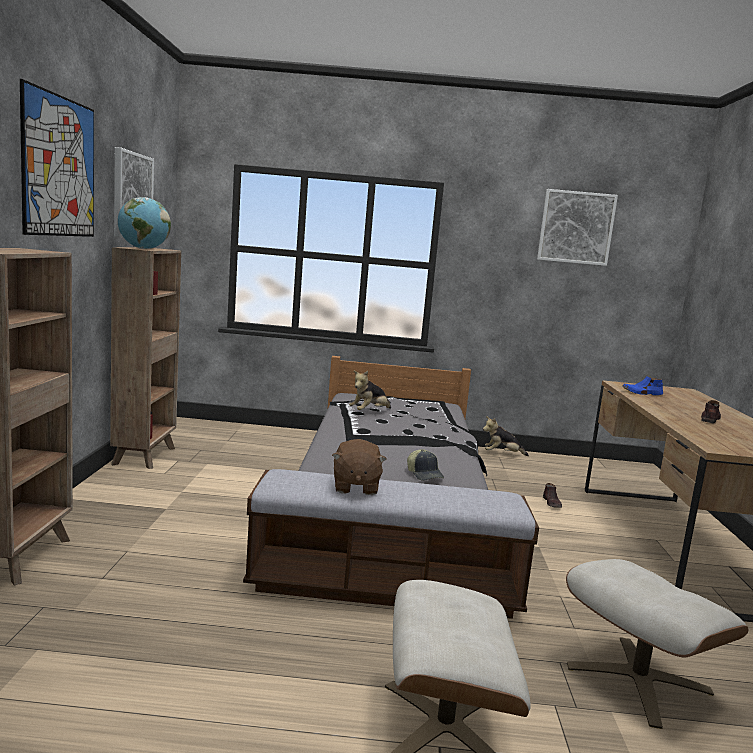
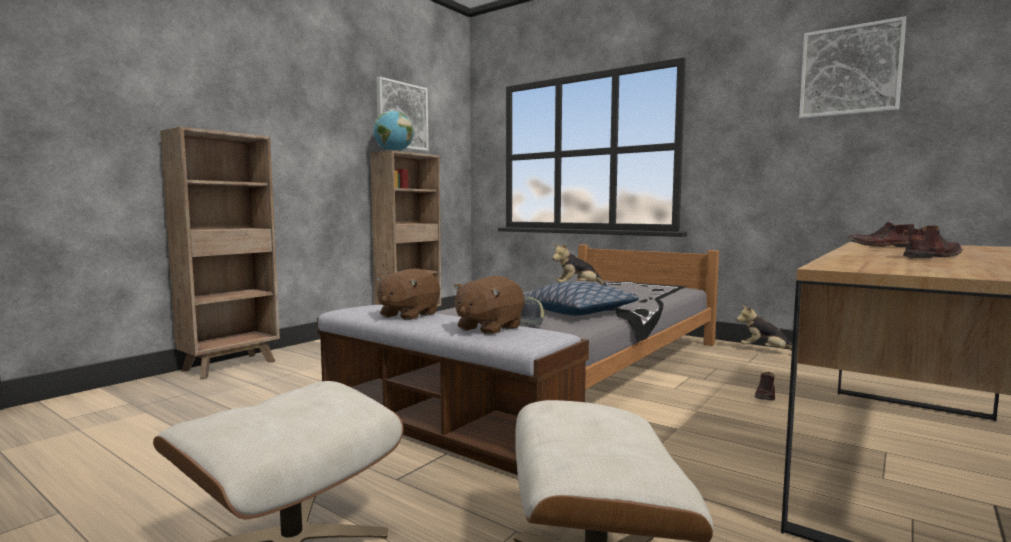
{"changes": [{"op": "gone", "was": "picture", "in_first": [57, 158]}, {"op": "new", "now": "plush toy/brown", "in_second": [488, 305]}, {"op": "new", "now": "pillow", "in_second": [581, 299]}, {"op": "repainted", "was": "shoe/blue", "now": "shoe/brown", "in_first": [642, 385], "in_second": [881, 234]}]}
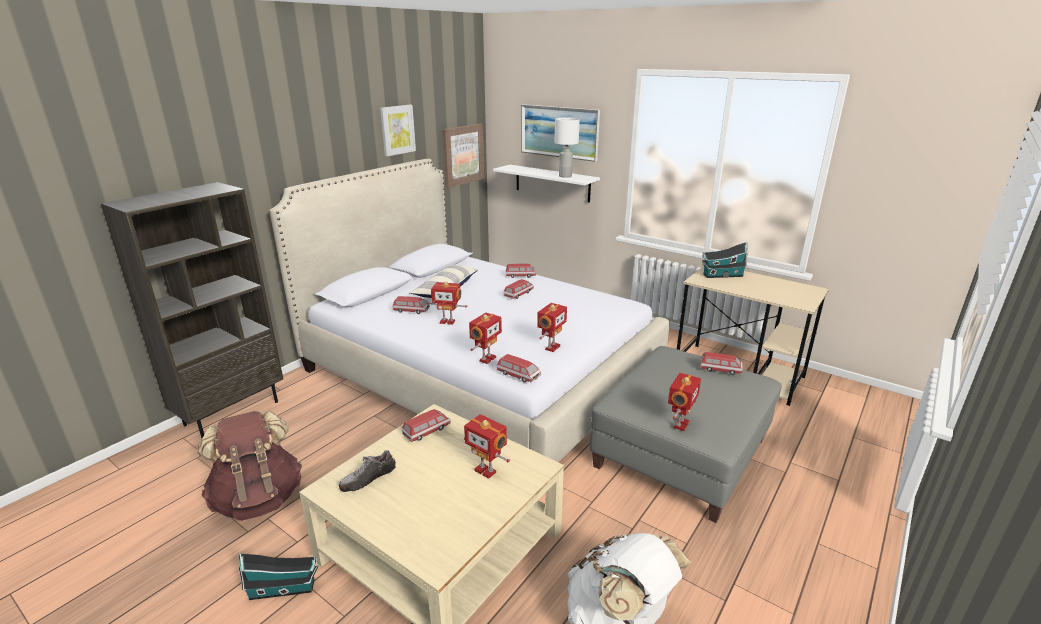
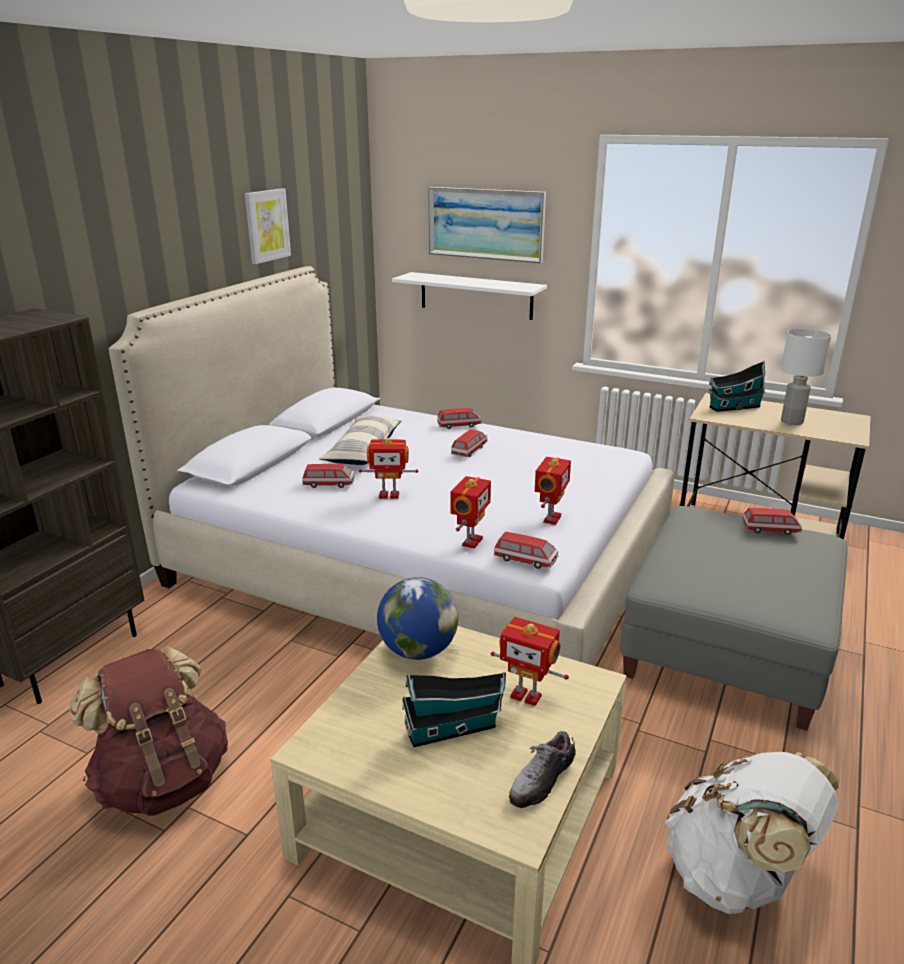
{"changes": [{"op": "gone", "was": "picture", "in_first": [463, 155]}, {"op": "gone", "was": "toy robot", "in_first": [684, 402]}, {"op": "shifted", "was": "toy house", "in_first": [278, 576], "in_second": [454, 710]}, {"op": "shifted", "was": "shoe", "in_first": [367, 471], "in_second": [542, 769]}, {"op": "shifted", "was": "table lamp/white", "in_first": [567, 148], "in_second": [806, 376]}, {"op": "swapped", "was": "toy car", "now": "globe", "in_first": [426, 426], "in_second": [417, 618]}]}
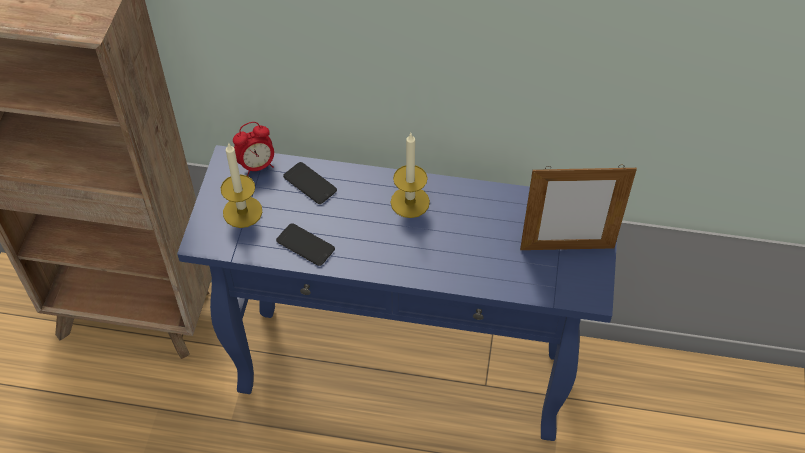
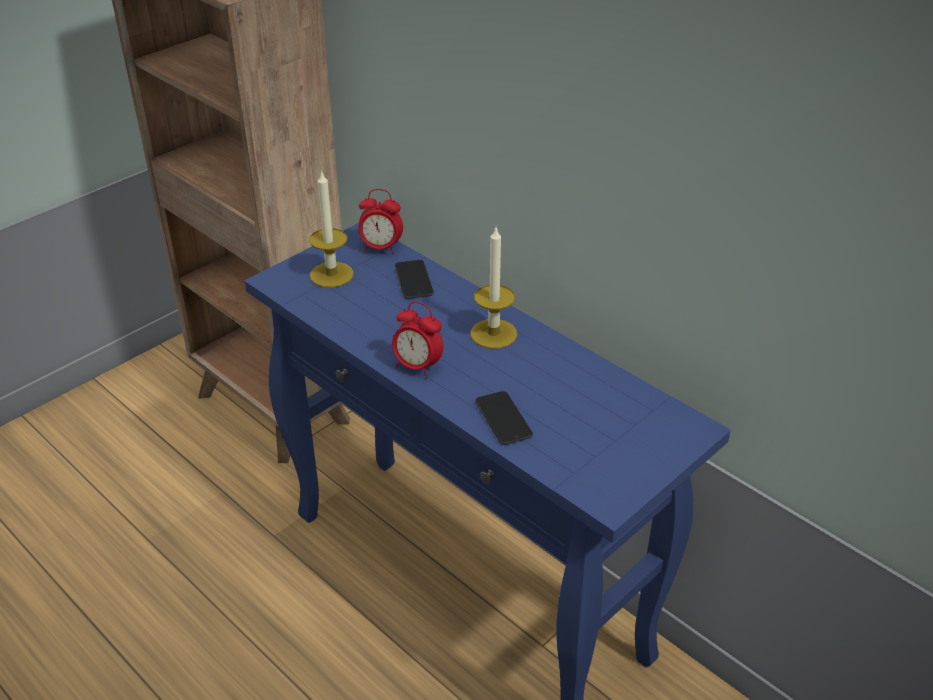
{"changes": [{"op": "gone", "was": "picture frame", "in_first": [578, 207]}, {"op": "new", "now": "alarm clock", "in_second": [417, 340]}, {"op": "shifted", "was": "phone", "in_first": [305, 244], "in_second": [504, 418]}]}
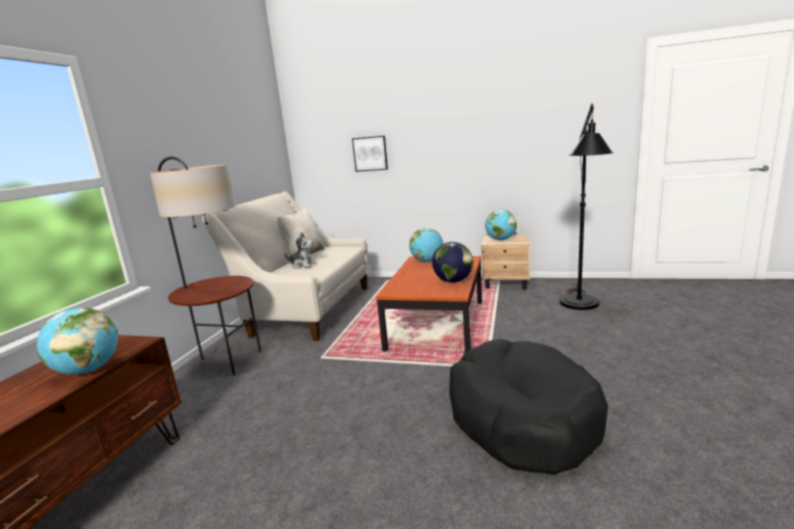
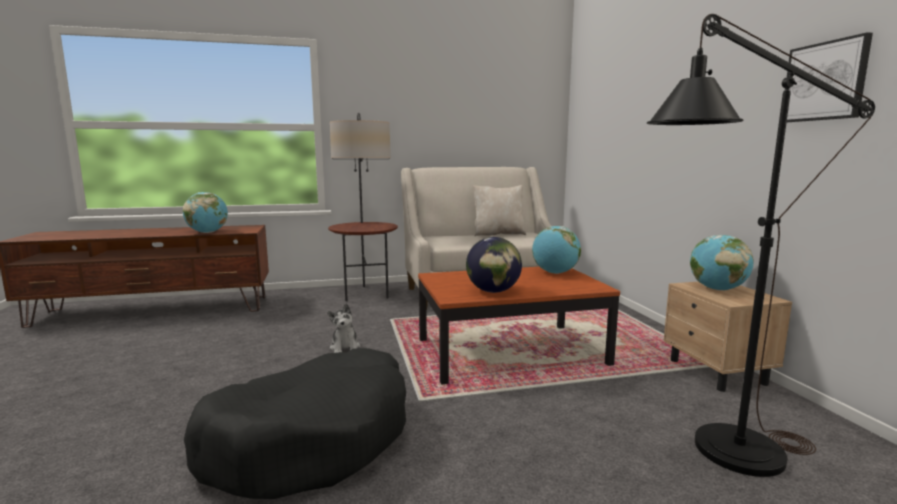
{"changes": [{"op": "shifted", "was": "plush toy", "in_first": [300, 250], "in_second": [344, 328]}, {"op": "shifted", "was": "picture", "in_first": [370, 154], "in_second": [830, 77]}]}
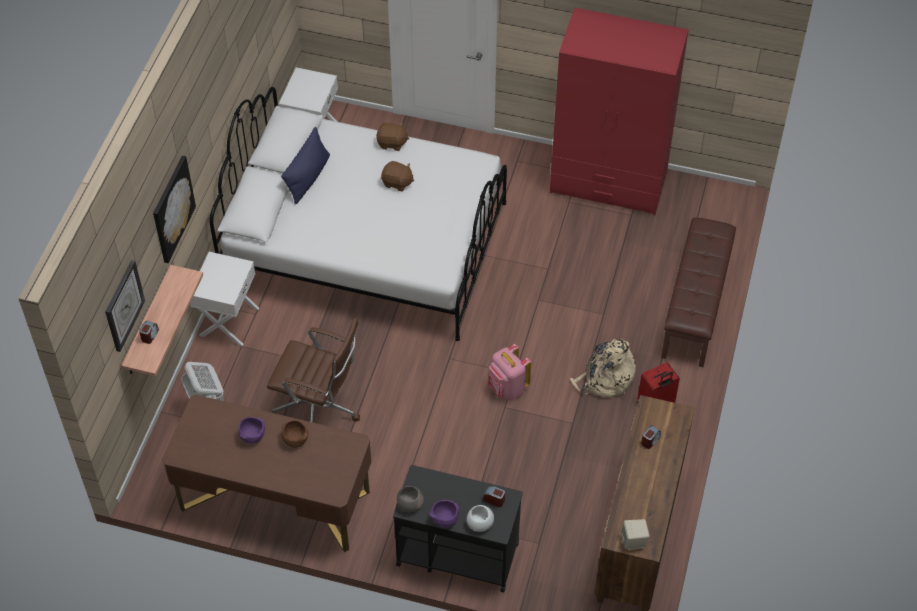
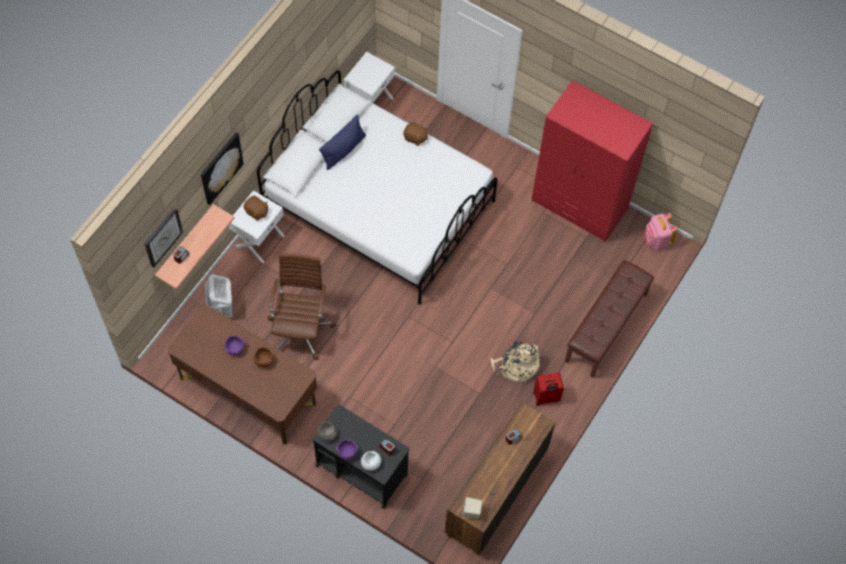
{"changes": [{"op": "shifted", "was": "plush toy/brown", "in_first": [397, 176], "in_second": [255, 208]}, {"op": "shifted", "was": "backpack/pink", "in_first": [509, 372], "in_second": [660, 232]}, {"op": "rotated", "was": "office chair/brown", "in_first": [313, 370], "in_second": [302, 307], "clockwise": -120}]}
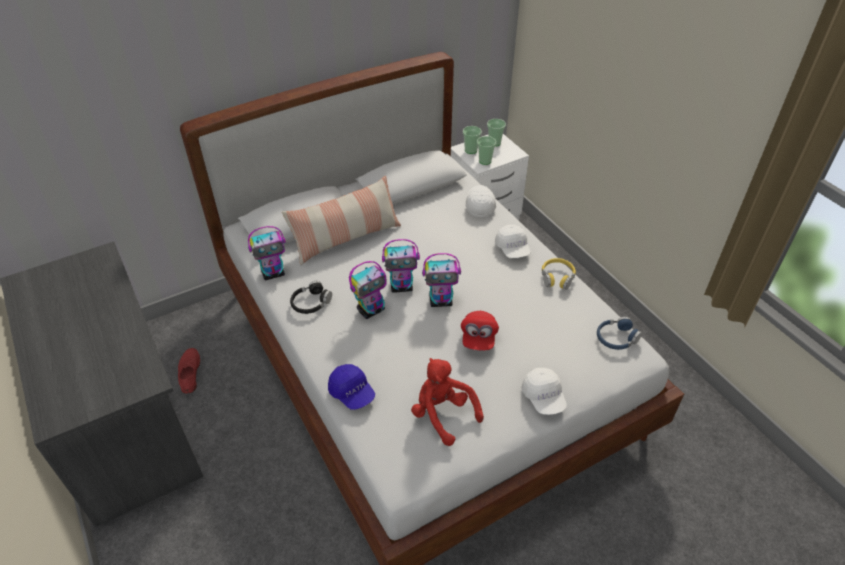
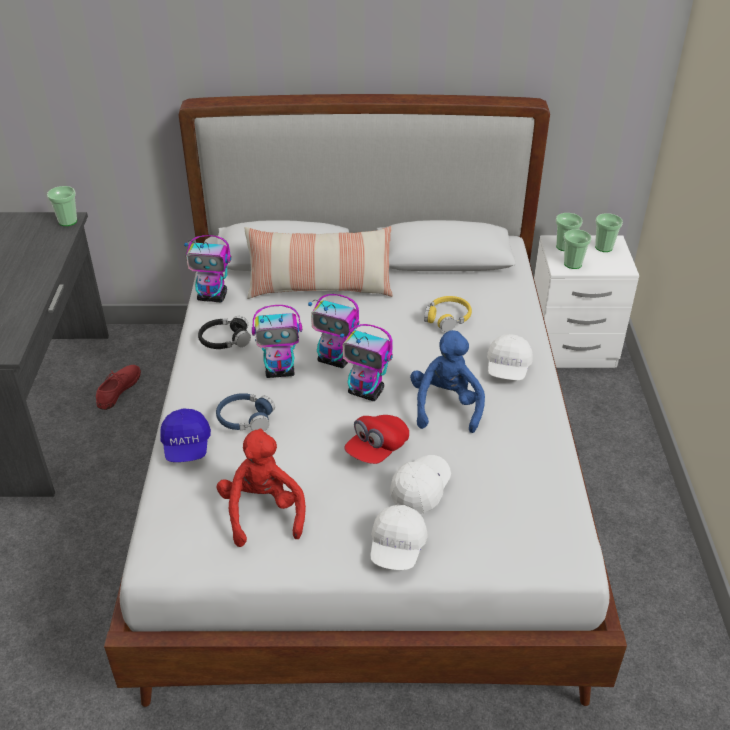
{"changes": [{"op": "new", "now": "cup", "in_second": [62, 206]}, {"op": "new", "now": "plush toy/blue", "in_second": [447, 381]}, {"op": "shifted", "was": "cap/white", "in_first": [481, 201], "in_second": [420, 484]}, {"op": "shifted", "was": "headphones/yellow", "in_first": [559, 274], "in_second": [448, 314]}, {"op": "shifted", "was": "headphones/blue", "in_first": [619, 333], "in_second": [245, 412]}]}
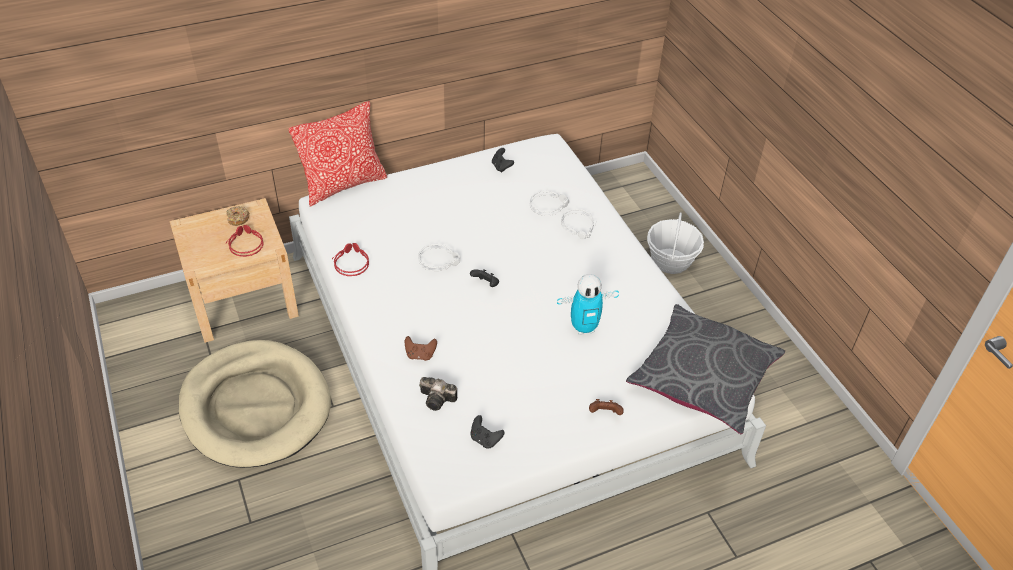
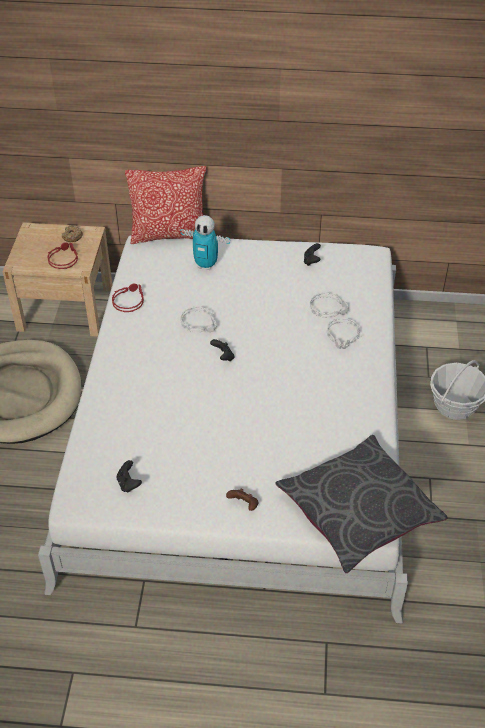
{"changes": [{"op": "gone", "was": "game controller/brown", "in_first": [421, 348]}, {"op": "gone", "was": "photo camera", "in_first": [438, 394]}, {"op": "shifted", "was": "toy robot", "in_first": [588, 304], "in_second": [205, 242]}]}
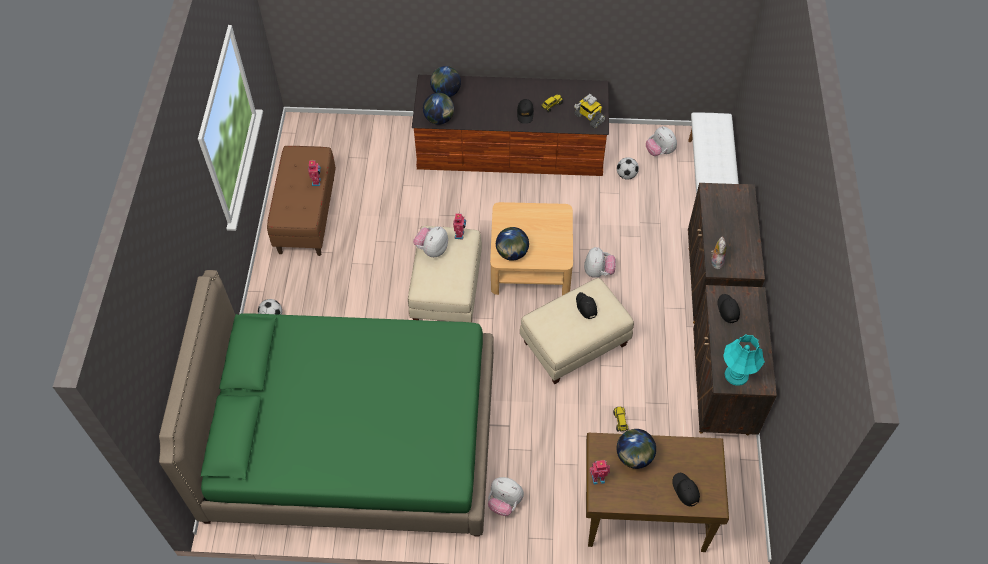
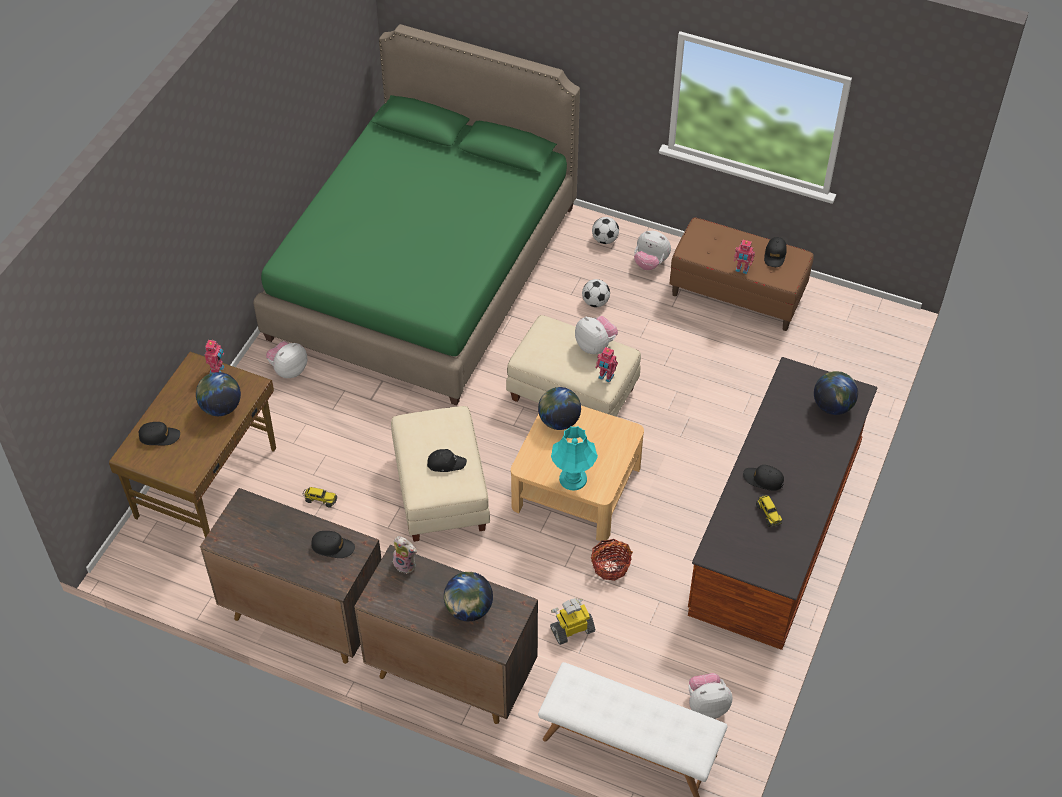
{"changes": [{"op": "new", "now": "basket", "in_second": [612, 560]}, {"op": "new", "now": "cap/black", "in_second": [775, 252]}, {"op": "shifted", "was": "globe", "in_first": [438, 109], "in_second": [468, 596]}, {"op": "shifted", "was": "toy robot", "in_first": [590, 111], "in_second": [572, 621]}, {"op": "shifted", "was": "plush toy", "in_first": [600, 262], "in_second": [652, 250]}, {"op": "shifted", "was": "football", "in_first": [628, 168], "in_second": [596, 293]}, {"op": "shifted", "was": "table lamp/turquoise", "in_first": [744, 360], "in_second": [574, 458]}]}
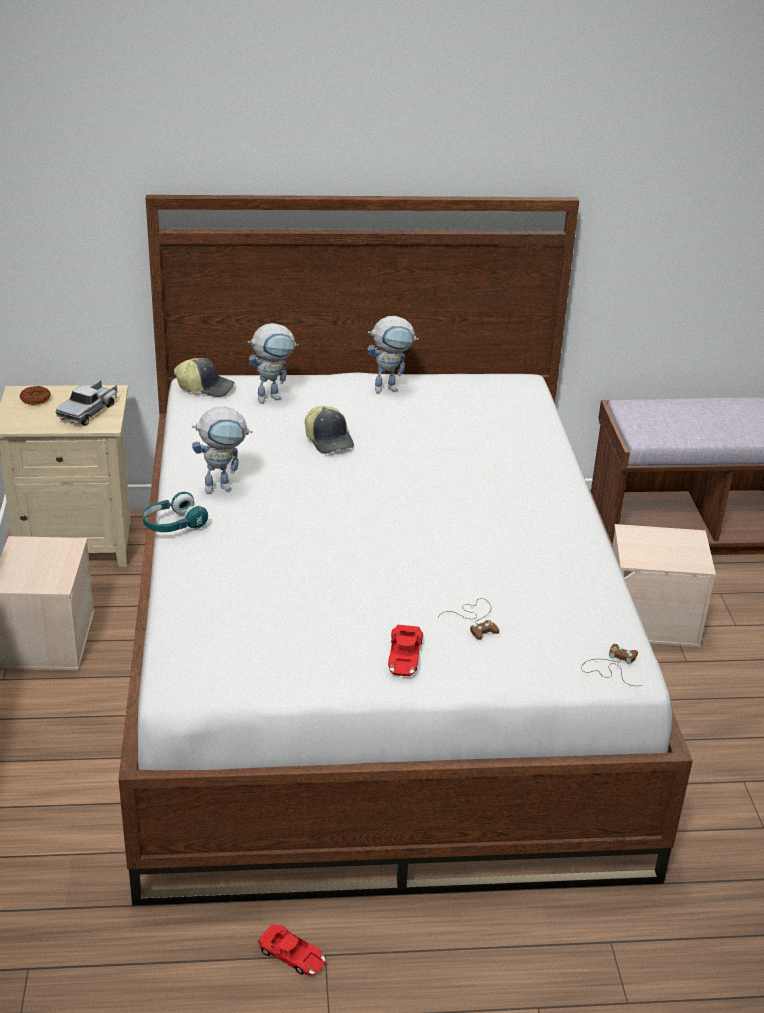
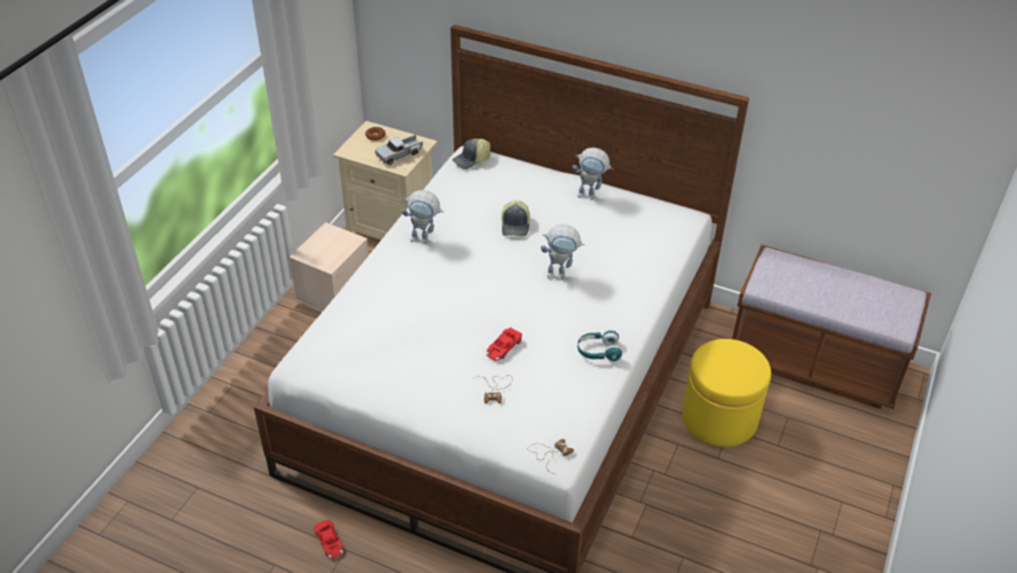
{"changes": [{"op": "shifted", "was": "headphones/turquoise", "in_first": [175, 512], "in_second": [600, 345]}, {"op": "shifted", "was": "toy robot", "in_first": [273, 363], "in_second": [562, 251]}, {"op": "shifted", "was": "toy car/red", "in_first": [405, 650], "in_second": [504, 344]}, {"op": "swapped", "was": "storage box/beige", "now": "ottoman/yellow", "in_first": [664, 585], "in_second": [726, 393]}, {"op": "rotated", "was": "cap", "in_first": [204, 377], "in_second": [471, 154], "clockwise": 105}]}
